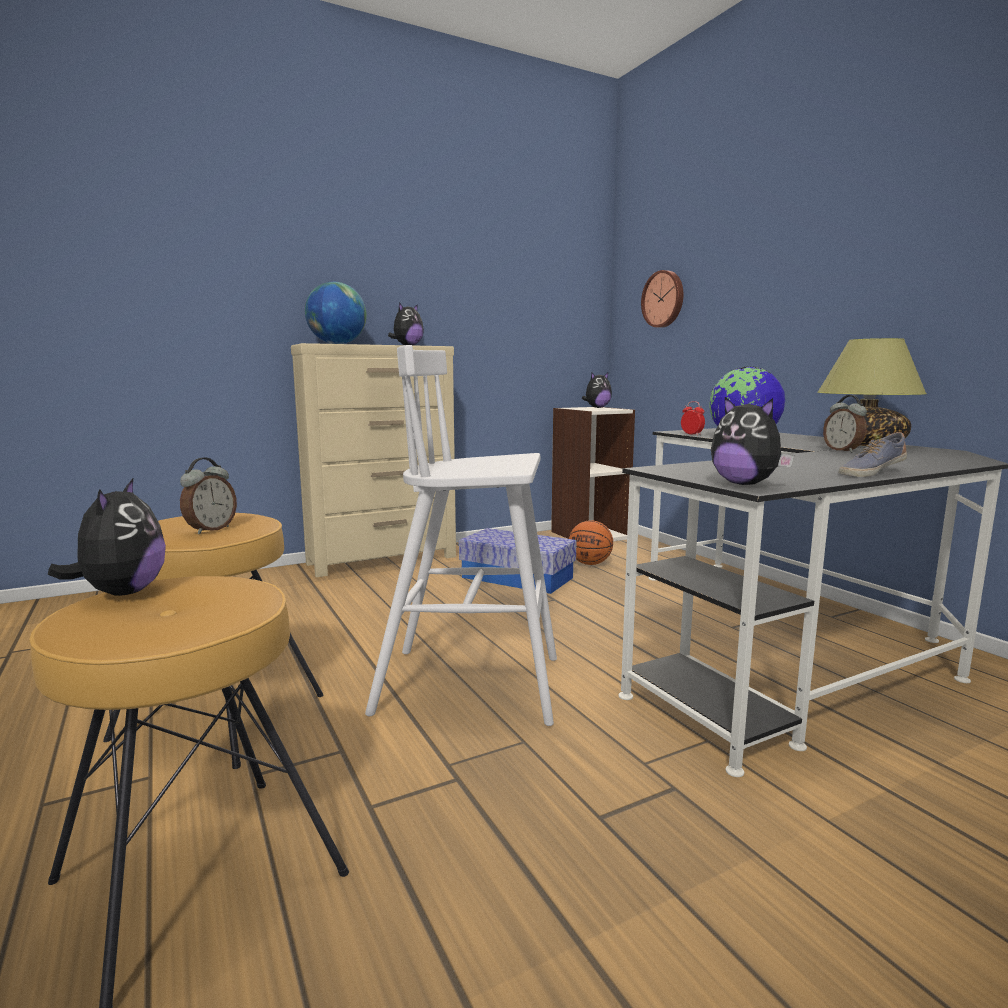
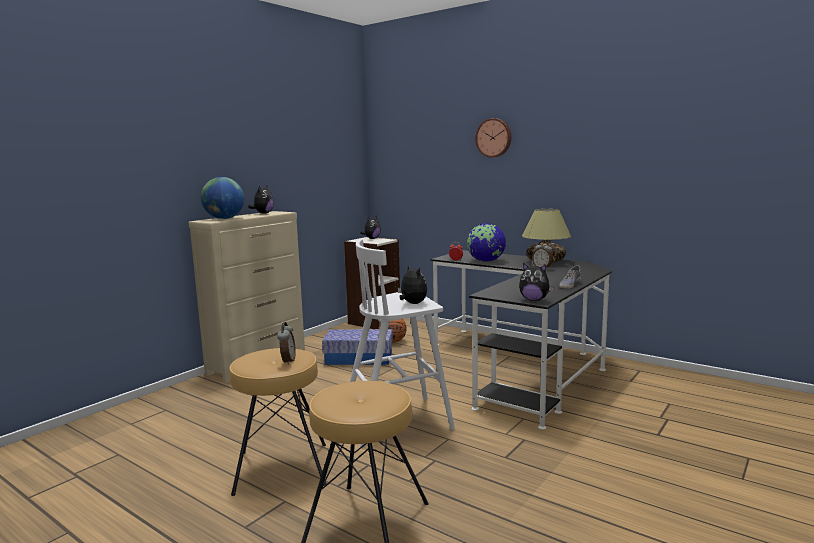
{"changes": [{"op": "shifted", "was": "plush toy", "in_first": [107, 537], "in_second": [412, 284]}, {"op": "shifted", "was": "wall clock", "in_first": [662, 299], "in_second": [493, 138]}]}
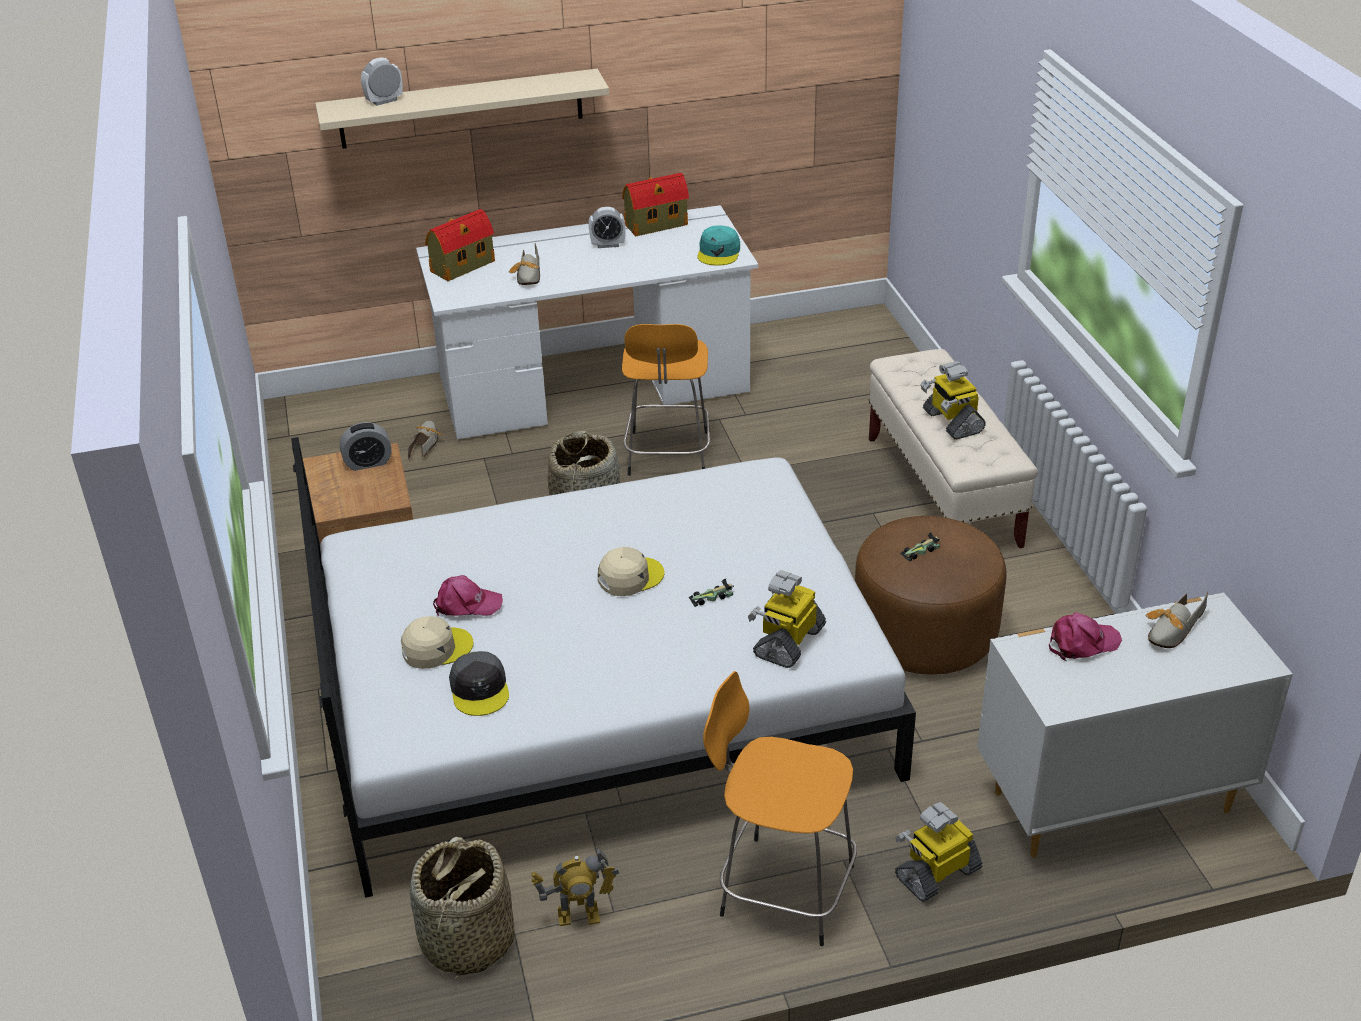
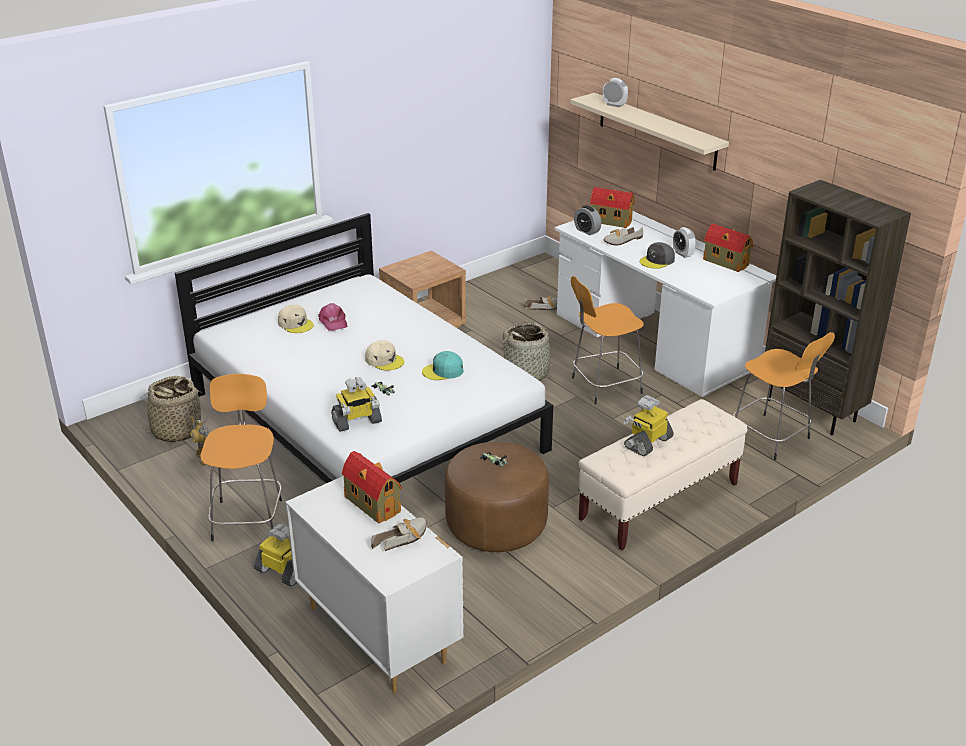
{"changes": [{"op": "new", "now": "stool/orange", "in_second": [784, 396]}, {"op": "new", "now": "bookcase/brown", "in_second": [838, 307]}, {"op": "shifted", "was": "alarm clock", "in_first": [366, 446], "in_second": [587, 220]}, {"op": "shifted", "was": "cap/grey", "in_first": [479, 683], "in_second": [657, 255]}, {"op": "shifted", "was": "cap/turquoise", "in_first": [719, 246], "in_second": [442, 365]}, {"op": "swapped", "was": "cap/pink", "now": "toy house", "in_first": [1085, 637], "in_second": [372, 487]}, {"op": "rotated", "was": "toy robot", "in_first": [787, 619], "in_second": [356, 404], "clockwise": 150}, {"op": "rotated", "was": "shoe", "in_first": [1176, 619], "in_second": [399, 534], "clockwise": 120}]}
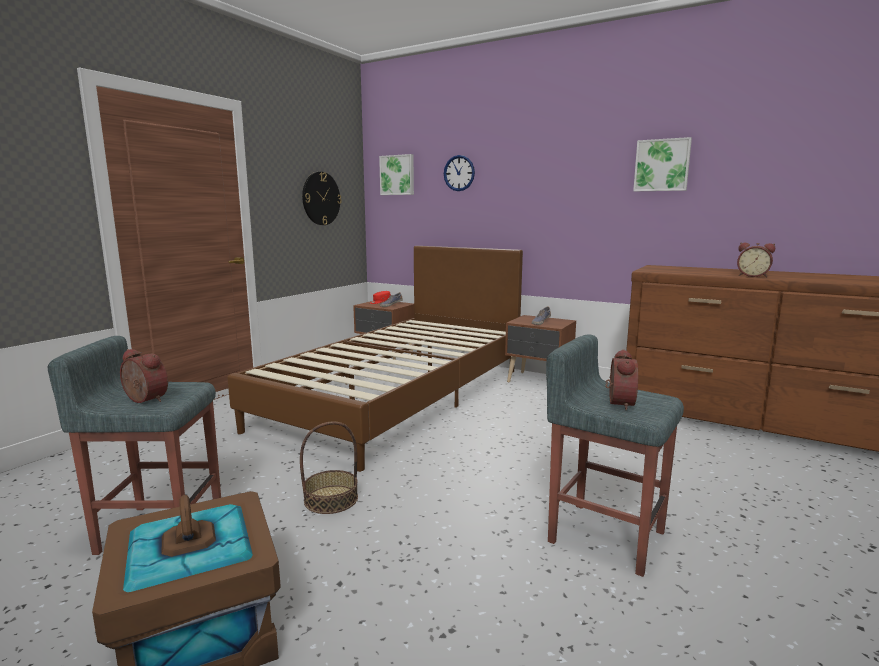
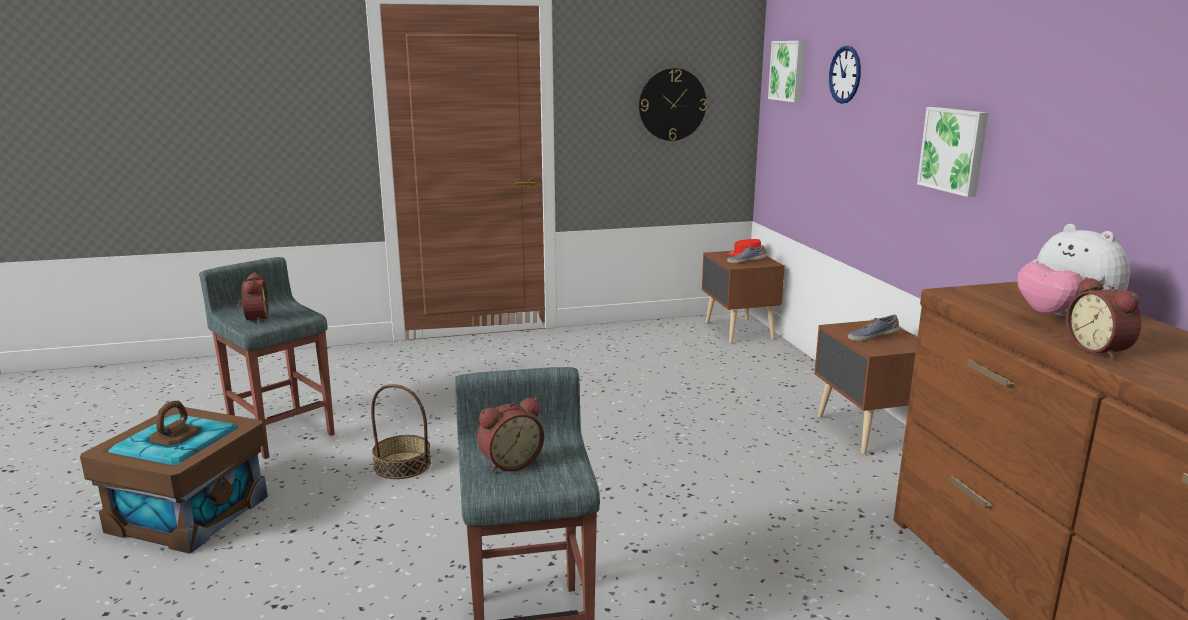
{"changes": [{"op": "gone", "was": "bed/brown", "in_first": [375, 359]}, {"op": "new", "now": "plush toy", "in_second": [1073, 270]}, {"op": "shifted", "was": "picture", "in_first": [662, 164], "in_second": [952, 152]}]}
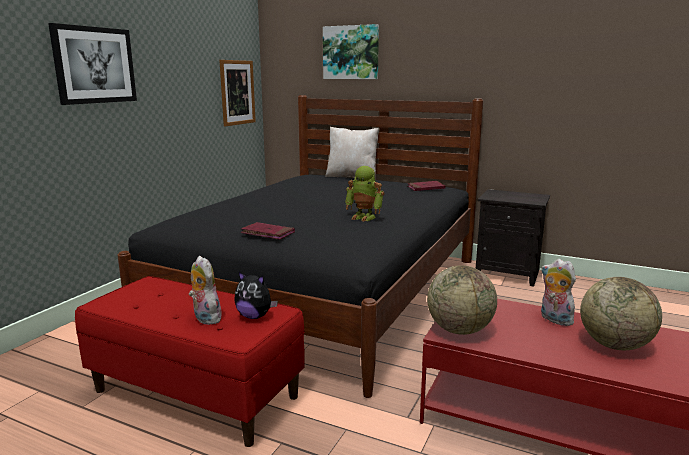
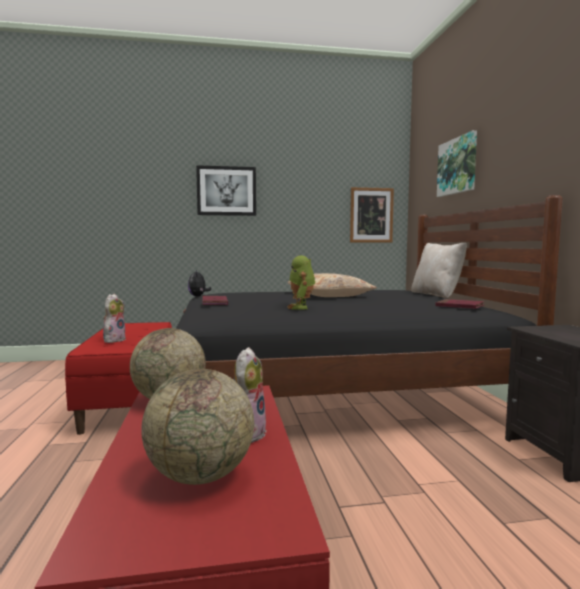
{"changes": [{"op": "new", "now": "pillow/beige", "in_second": [332, 285]}, {"op": "shifted", "was": "plush toy", "in_first": [256, 295], "in_second": [199, 283]}]}
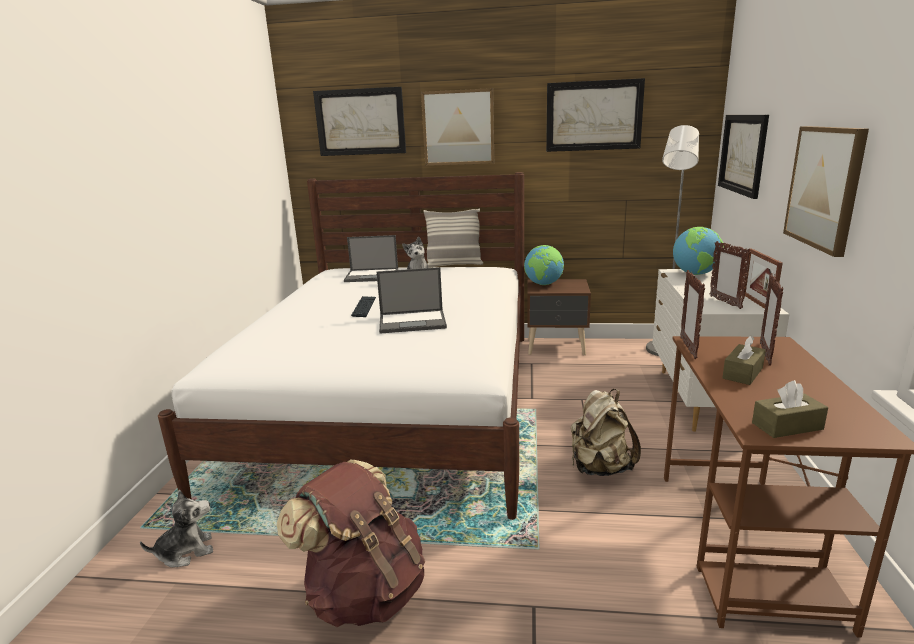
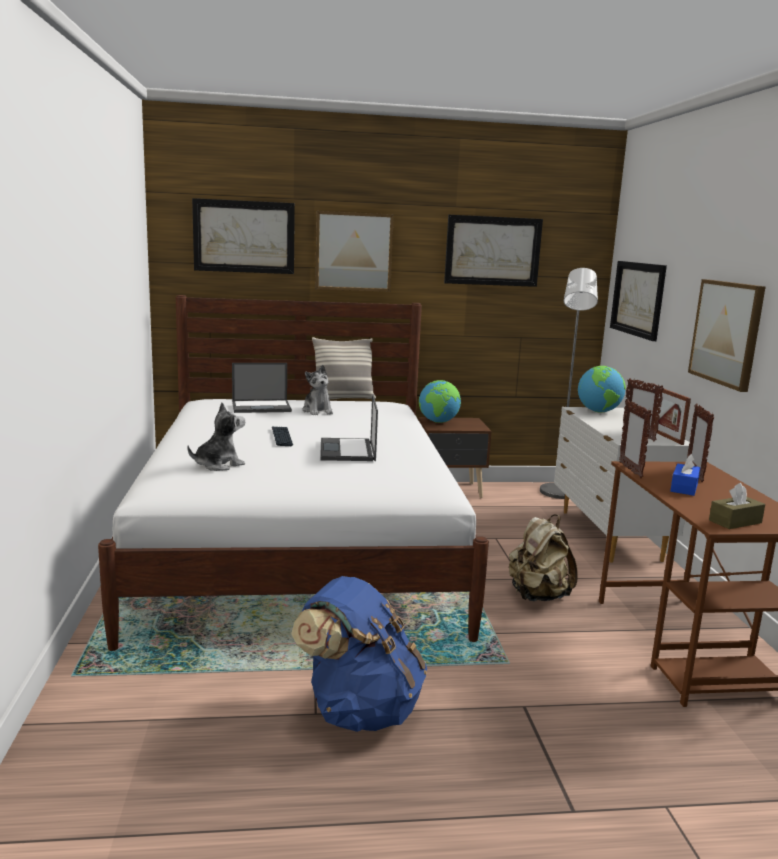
{"changes": [{"op": "shifted", "was": "plush toy", "in_first": [176, 529], "in_second": [216, 437]}, {"op": "repainted", "was": "backpack/brown", "now": "backpack/blue", "in_first": [351, 543], "in_second": [359, 654]}, {"op": "repainted", "was": "tissue box/brown", "now": "tissue box/blue", "in_first": [744, 360], "in_second": [685, 475]}, {"op": "rotated", "was": "laptop", "in_first": [412, 300], "in_second": [349, 428], "clockwise": 105}]}
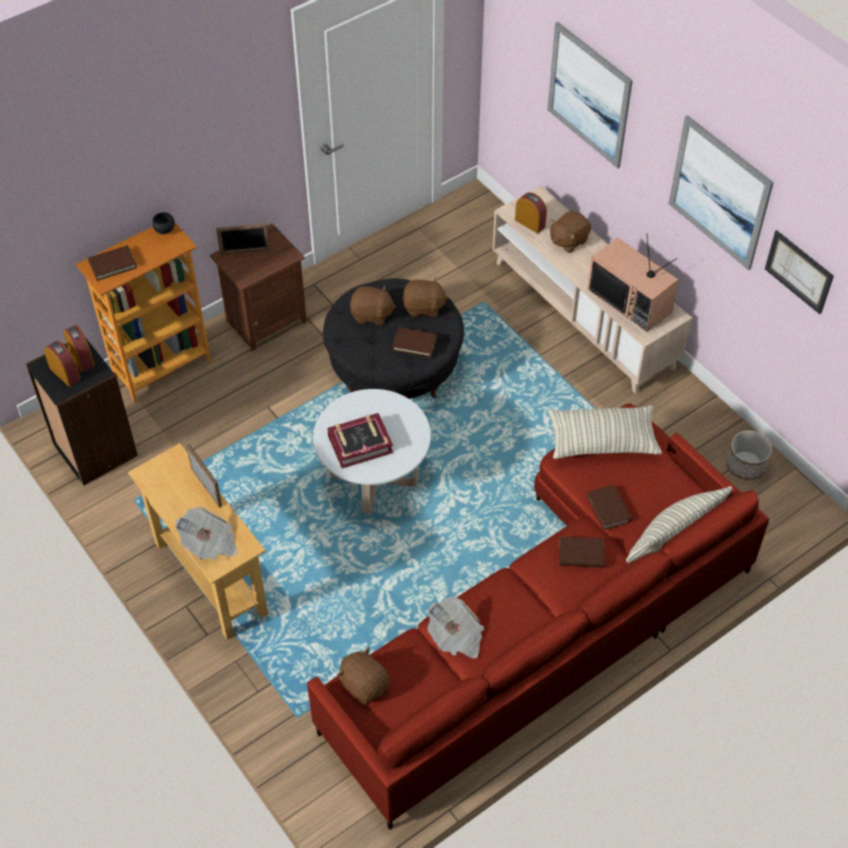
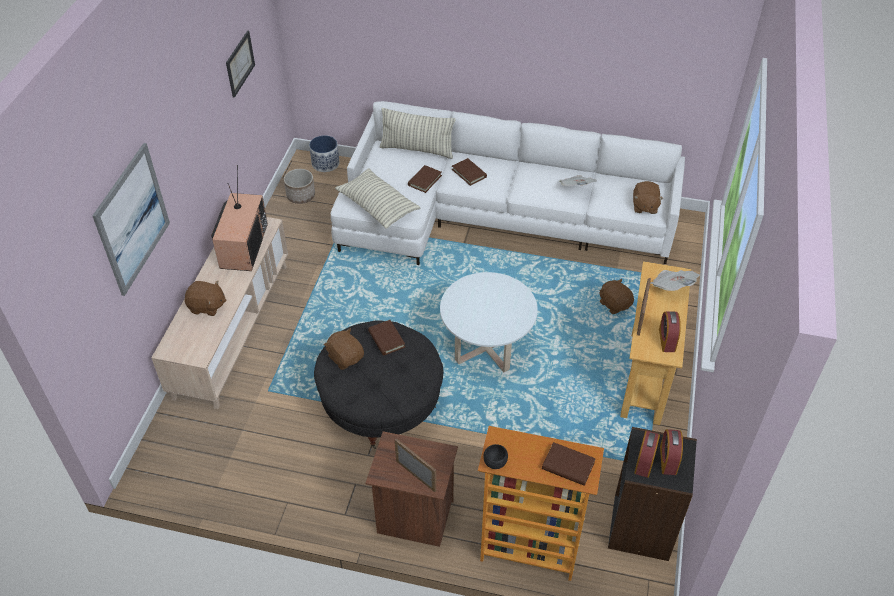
{"changes": [{"op": "gone", "was": "book", "in_first": [360, 440]}, {"op": "gone", "was": "picture", "in_first": [721, 192]}, {"op": "new", "now": "planter", "in_second": [324, 153]}, {"op": "shifted", "was": "plush toy/brown", "in_first": [373, 305], "in_second": [617, 296]}, {"op": "shifted", "was": "alarm clock", "in_first": [531, 213], "in_second": [670, 331]}, {"op": "repainted", "was": "sofa/red", "now": "sofa/white", "in_first": [538, 617], "in_second": [508, 183]}]}
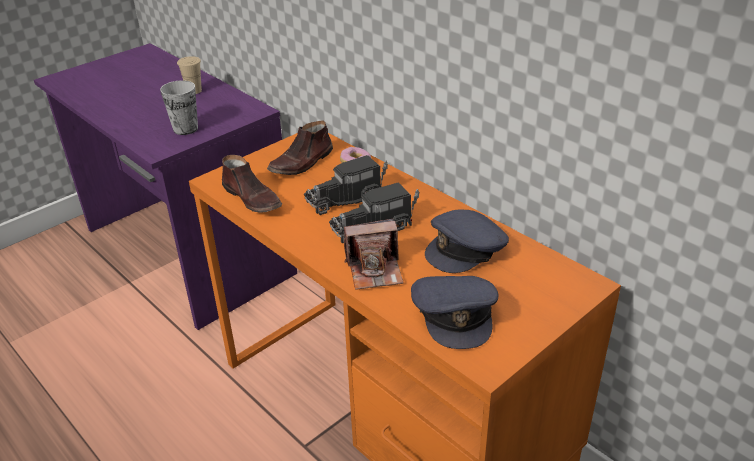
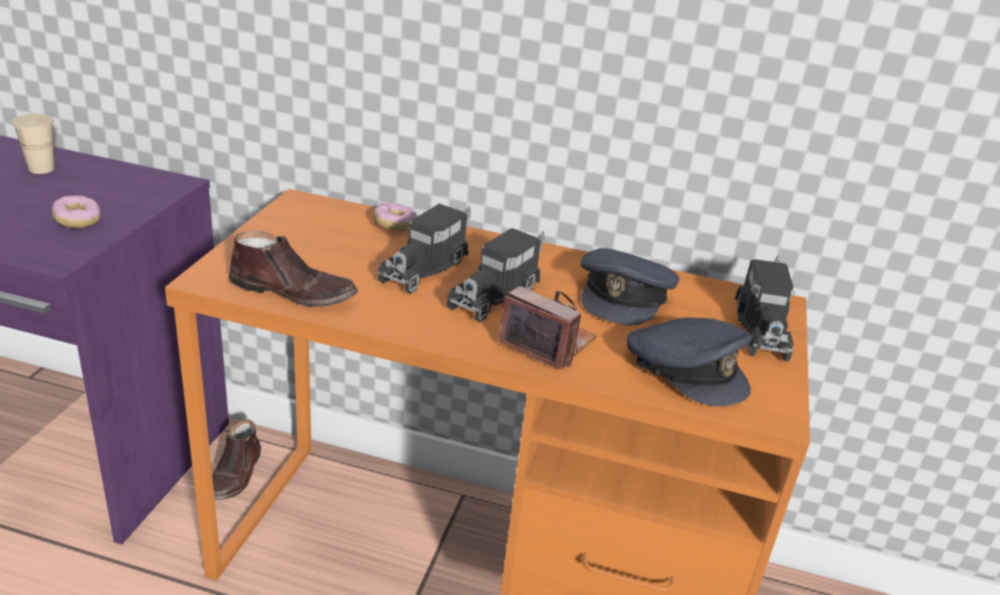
{"changes": [{"op": "new", "now": "toy truck", "in_second": [765, 308]}, {"op": "shifted", "was": "shoe/brown", "in_first": [300, 148], "in_second": [236, 459]}, {"op": "swapped", "was": "cup", "now": "donut", "in_first": [179, 107], "in_second": [76, 211]}, {"op": "rotated", "was": "photo camera", "in_first": [374, 254], "in_second": [547, 327], "clockwise": -105}]}
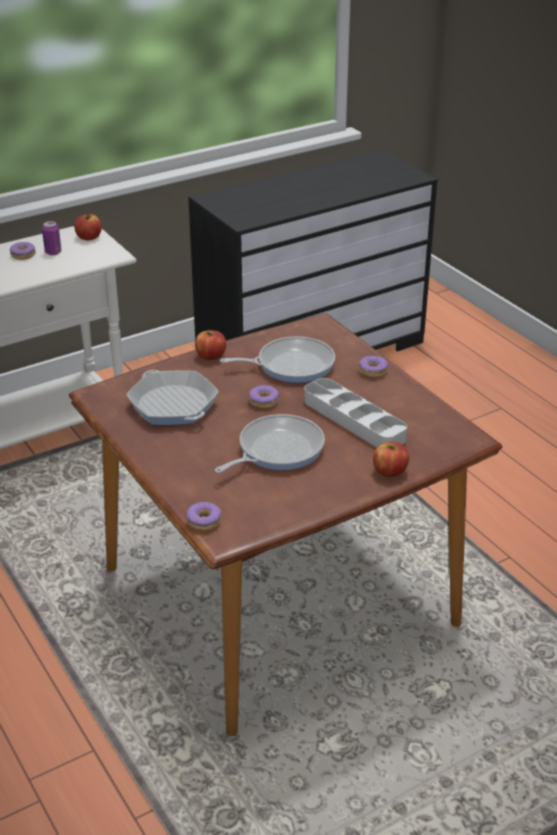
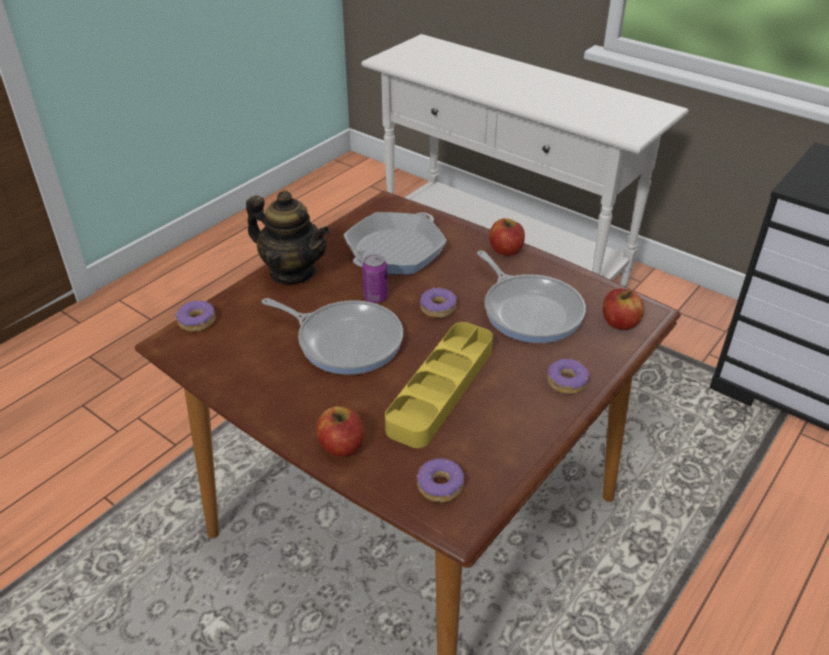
{"changes": [{"op": "new", "now": "teapot", "in_second": [288, 237]}, {"op": "shifted", "was": "donut", "in_first": [23, 251], "in_second": [440, 480]}, {"op": "shifted", "was": "can", "in_first": [51, 238], "in_second": [375, 278]}, {"op": "shifted", "was": "apple", "in_first": [88, 226], "in_second": [623, 309]}, {"op": "repainted", "was": "tray/grey", "now": "tray/yellow", "in_first": [355, 412], "in_second": [439, 385]}]}
